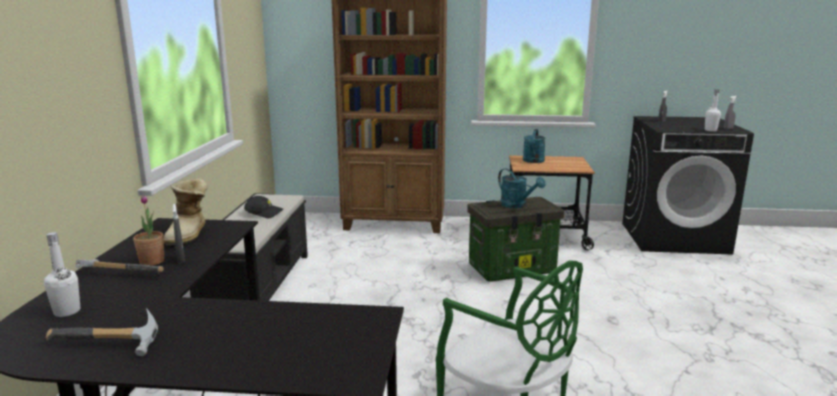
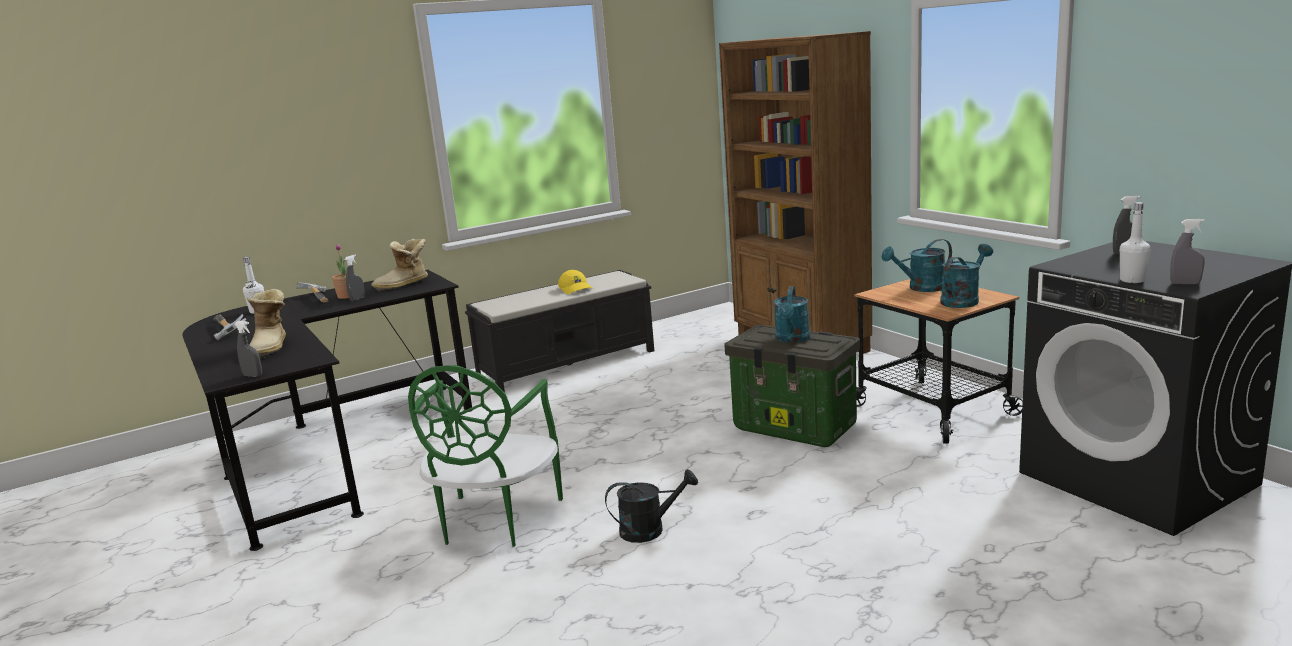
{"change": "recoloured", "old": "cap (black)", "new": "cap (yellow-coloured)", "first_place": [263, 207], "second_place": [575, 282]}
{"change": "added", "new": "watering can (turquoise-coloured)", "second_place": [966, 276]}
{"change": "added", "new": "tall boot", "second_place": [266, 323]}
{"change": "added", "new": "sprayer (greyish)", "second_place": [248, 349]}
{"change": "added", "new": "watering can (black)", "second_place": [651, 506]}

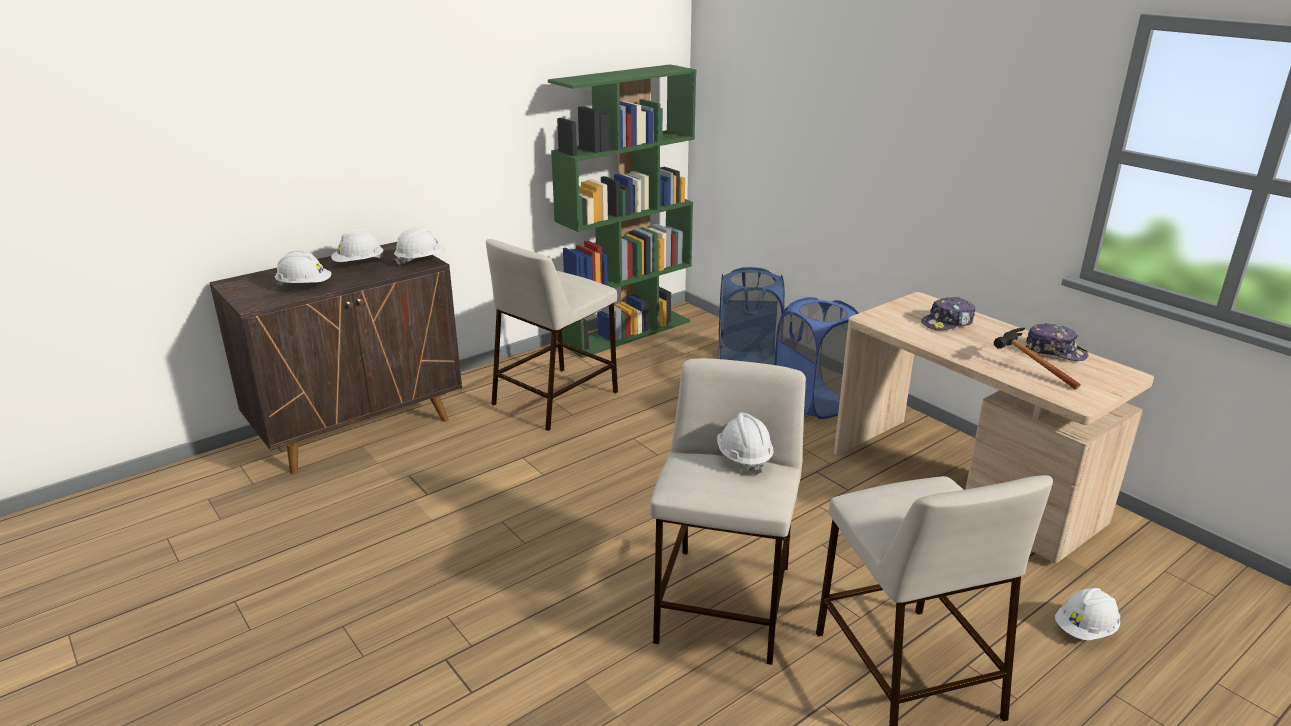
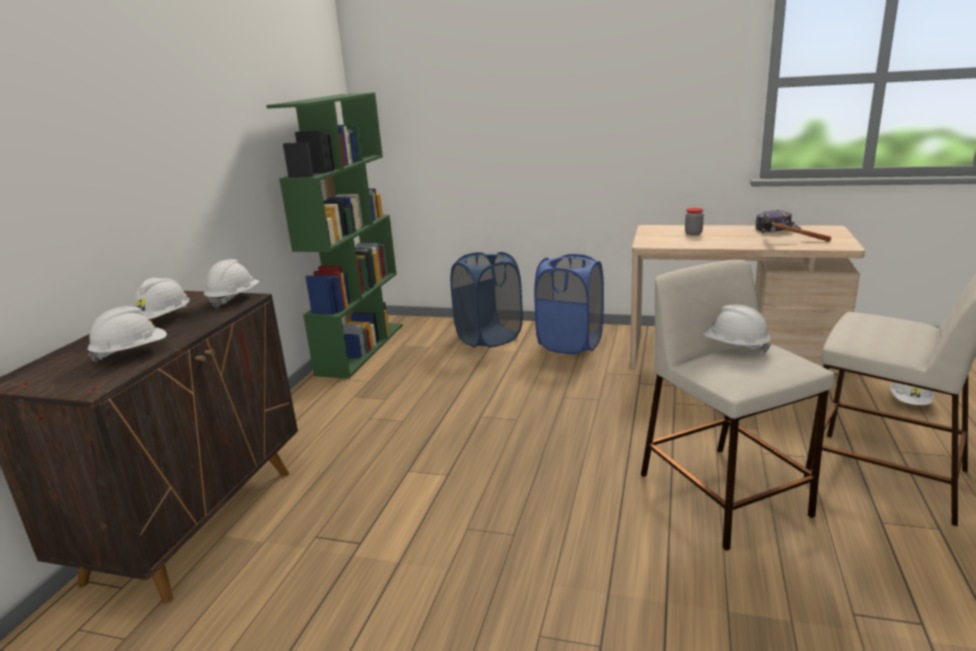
{"change": "removed", "old": "sitting stool (beige-coloured)", "first_place": [552, 335]}
{"change": "replaced", "old": "cap", "new": "preserve jar", "first_place": [948, 313], "second_place": [694, 221]}

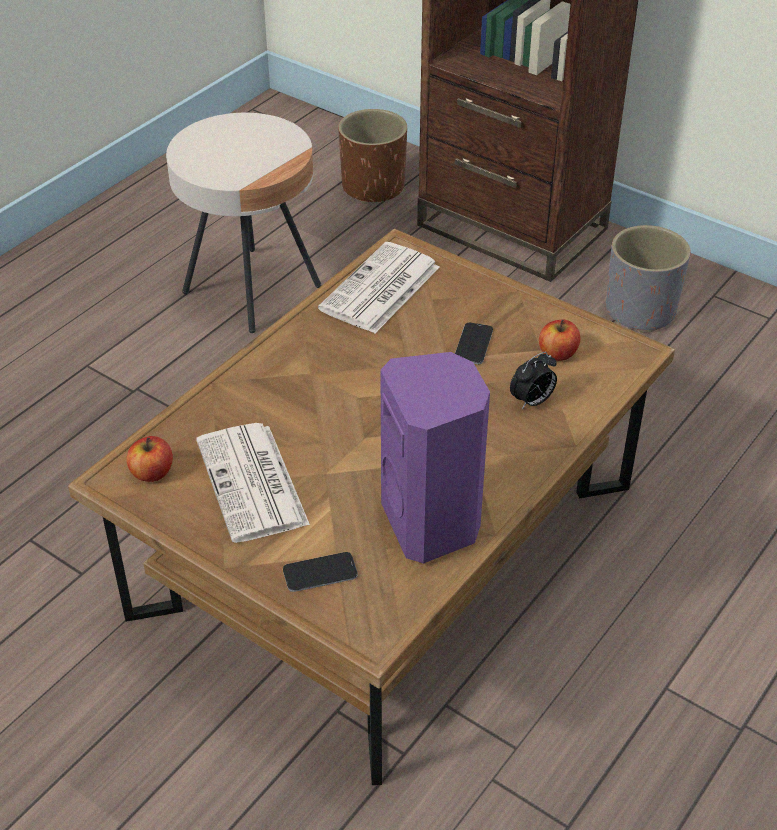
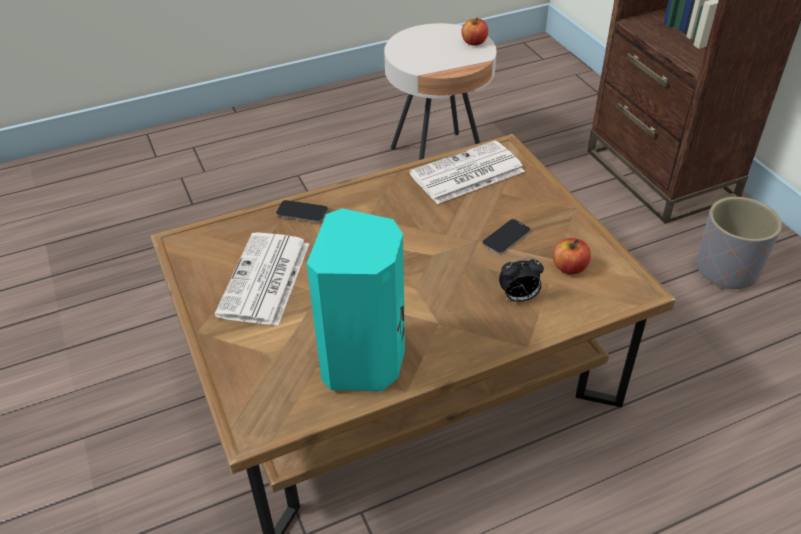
{"change": "removed", "old": "flower pot (brownish)", "first_place": [372, 156]}
{"change": "recoloured", "old": "speaker (purplish)", "new": "speaker (turquoise-coloured)", "first_place": [435, 458], "second_place": [356, 299]}
{"change": "moved", "old": "whole apple", "first_place": [149, 459], "second_place": [475, 31]}
{"change": "moved", "old": "telephone", "first_place": [320, 572], "second_place": [302, 211]}

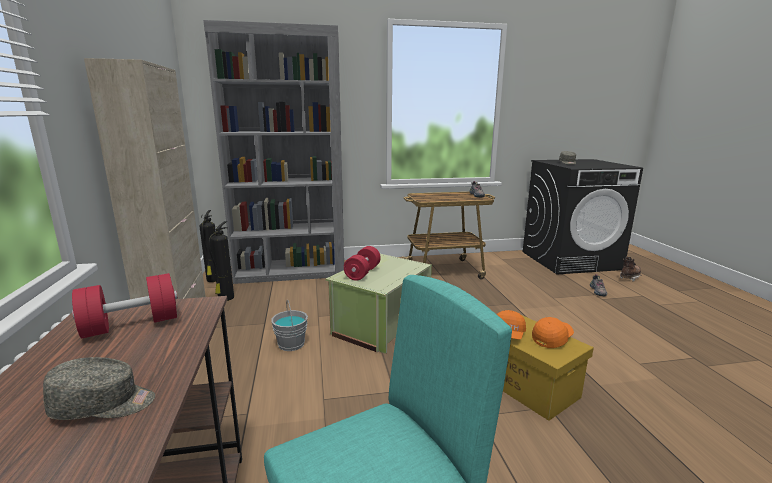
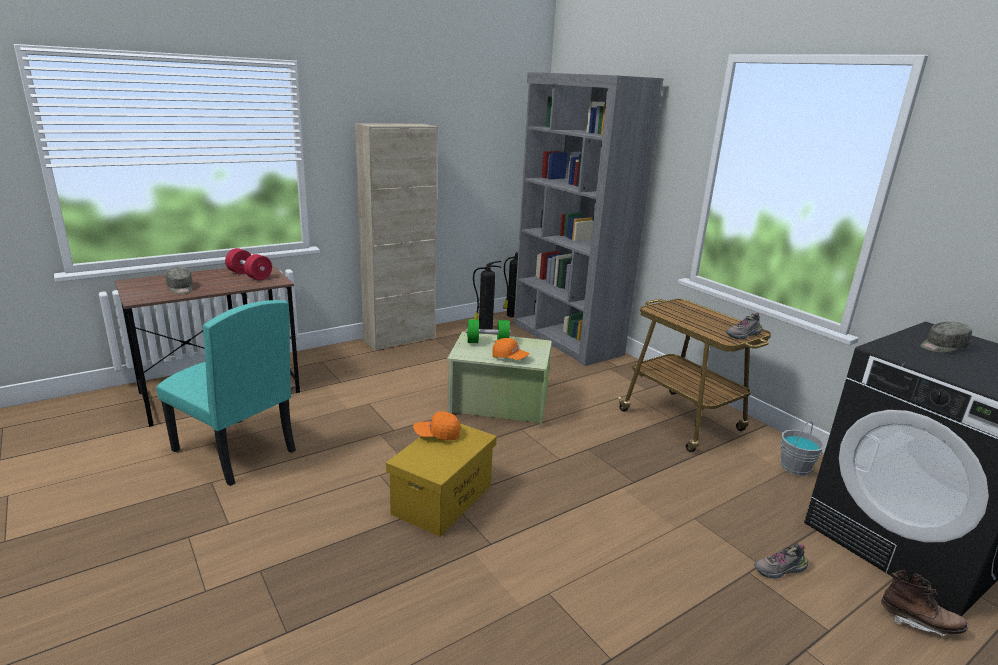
{"change": "recoloured", "old": "dumbbell (reddish)", "new": "dumbbell (greenish)", "first_place": [362, 263], "second_place": [488, 331]}
{"change": "moved", "old": "water bucket (greyish)", "first_place": [289, 325], "second_place": [802, 448]}
{"change": "moved", "old": "cap (orange)", "first_place": [553, 332], "second_place": [511, 349]}

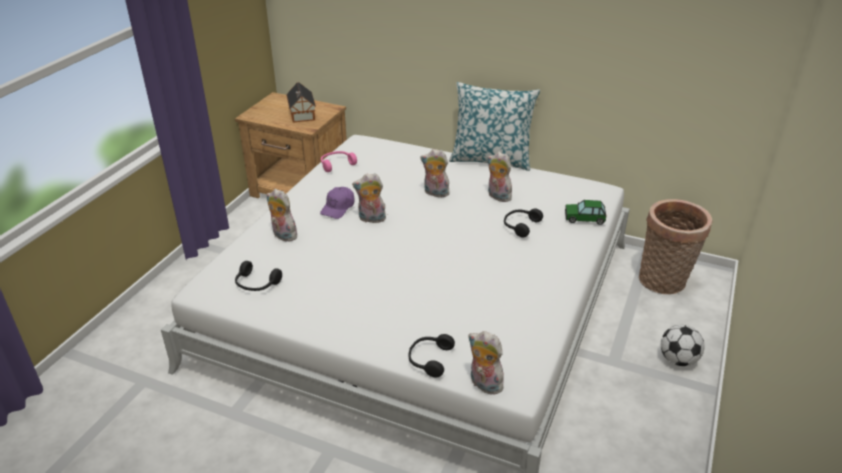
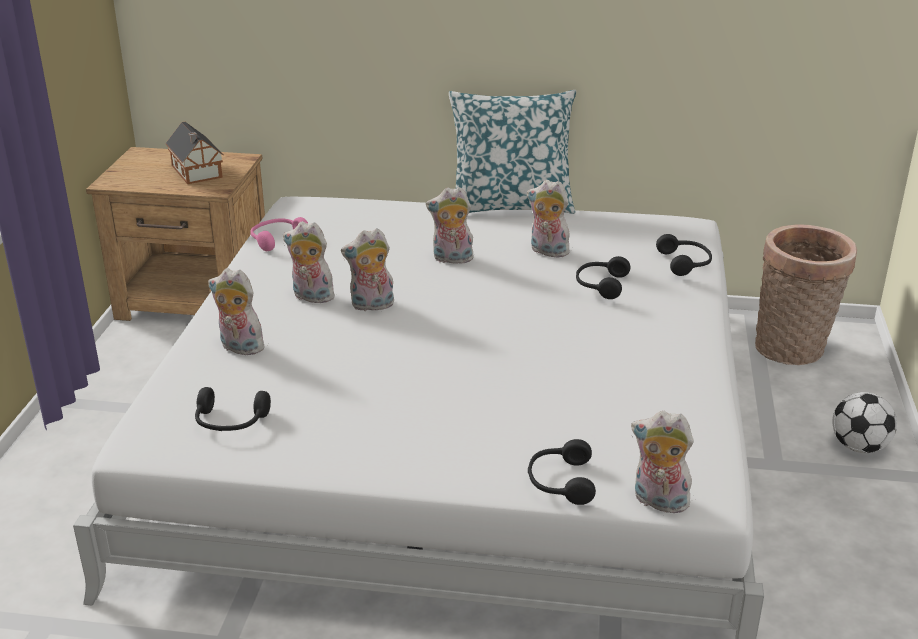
{"change": "replaced", "old": "cap (purplish)", "new": "plush toy", "first_place": [337, 203], "second_place": [310, 262]}
{"change": "replaced", "old": "model car", "new": "pair of headphones (black)", "first_place": [585, 212], "second_place": [684, 255]}

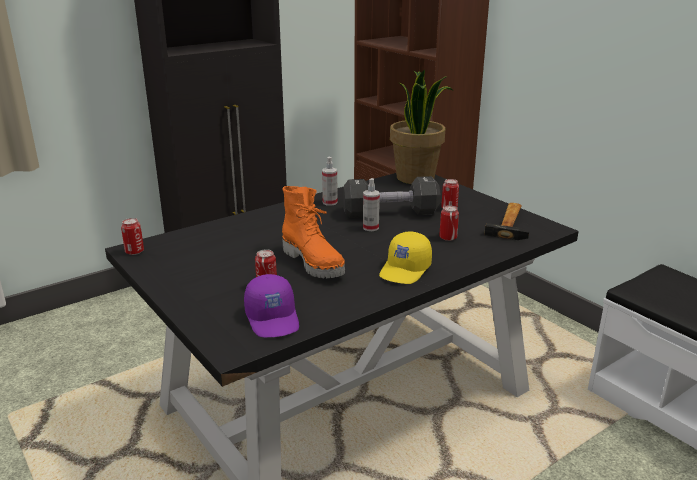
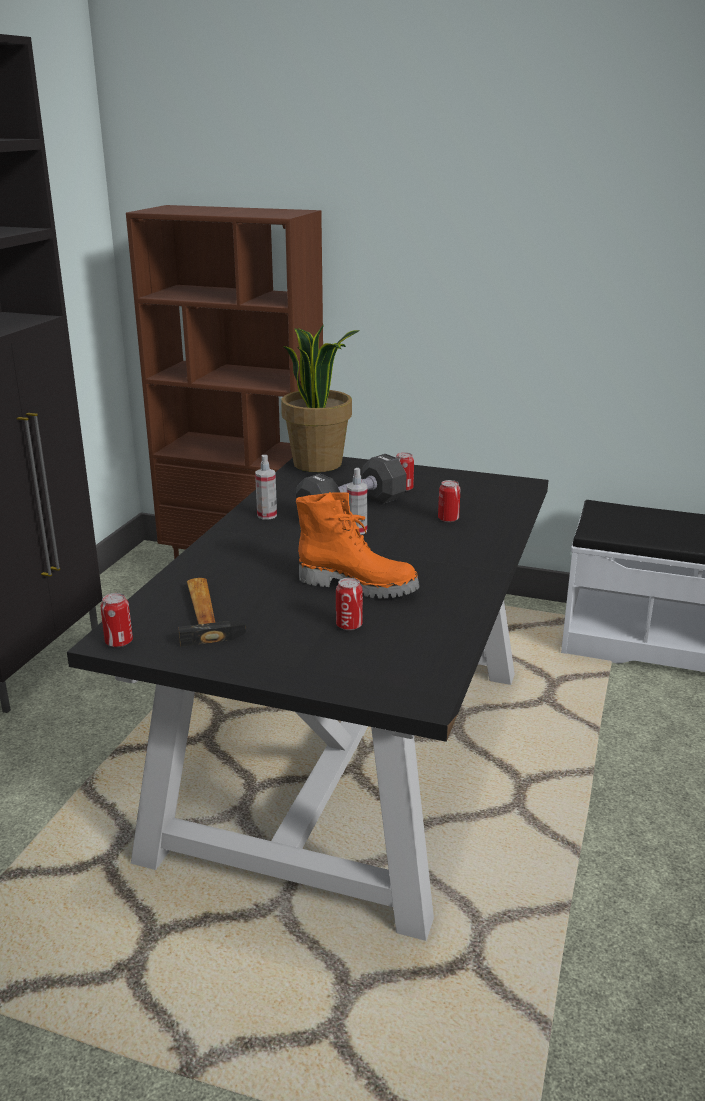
{"change": "moved", "old": "hand hammer", "first_place": [506, 221], "second_place": [212, 612]}
{"change": "removed", "old": "cap (yellow-coloured)", "first_place": [405, 257]}
{"change": "removed", "old": "cap (purplish)", "first_place": [271, 305]}

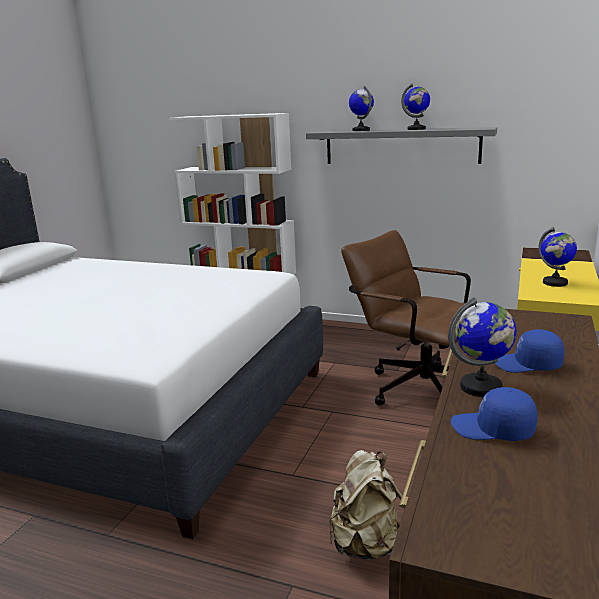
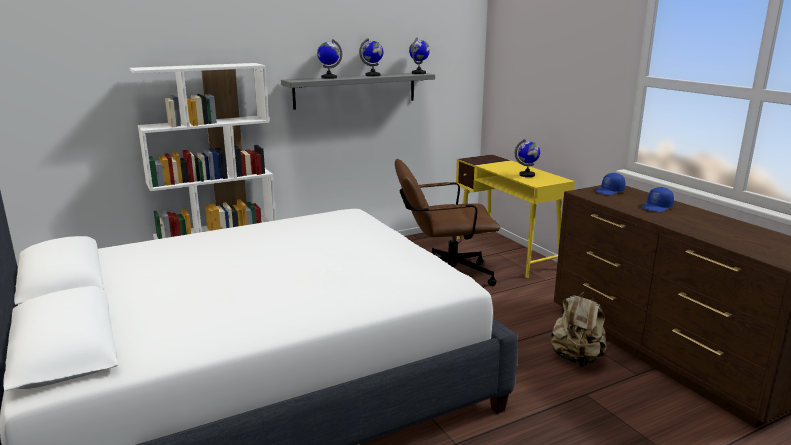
{"change": "moved", "old": "world globe", "first_place": [482, 347], "second_place": [419, 55]}
{"change": "moved", "old": "cap (blue)", "first_place": [494, 414], "second_place": [610, 184]}

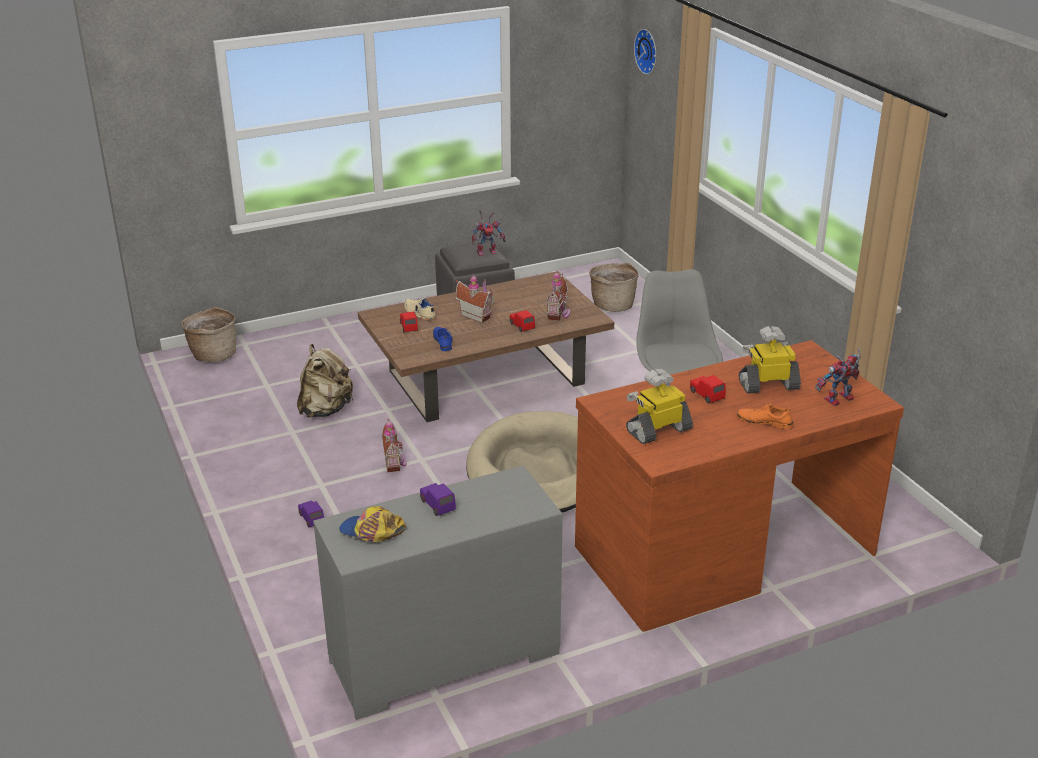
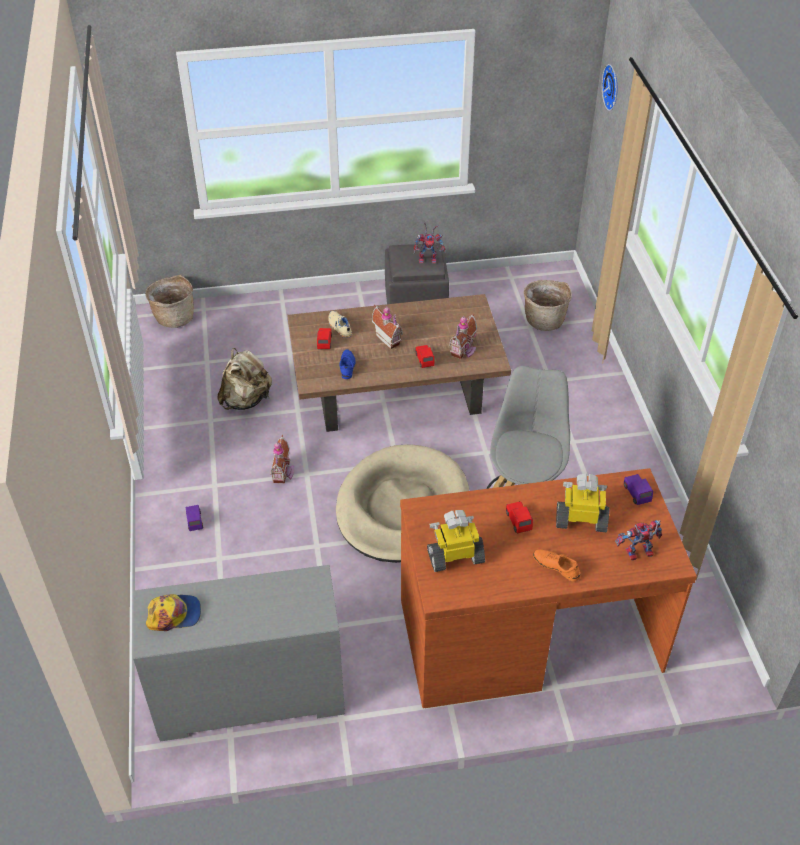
{"change": "moved", "old": "model car (purplish)", "first_place": [438, 499], "second_place": [638, 489]}
{"change": "turned", "old": "cap", "first_place": [372, 524], "second_place": [173, 612], "degrees": 135}

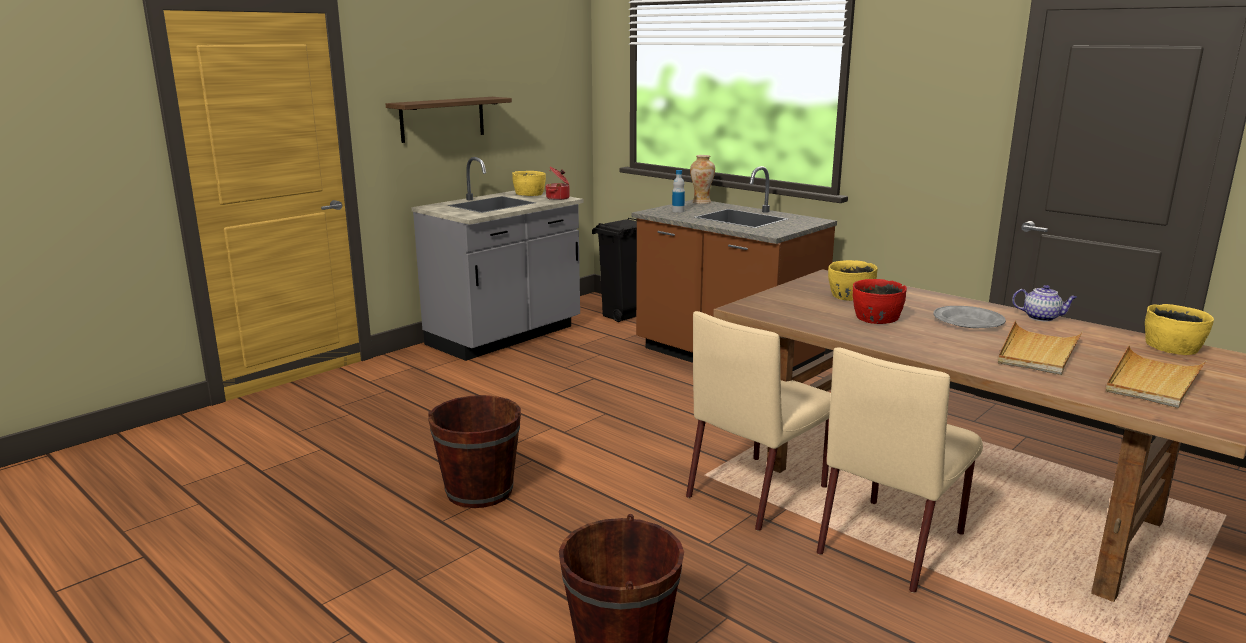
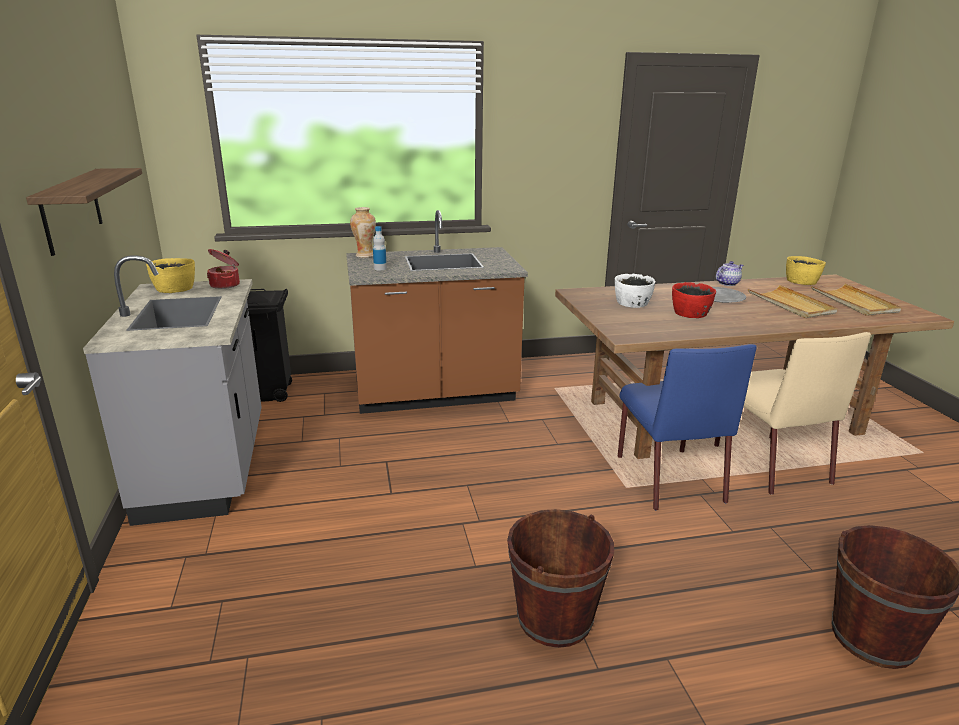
{"change": "recoloured", "old": "deep dish (yellow-coloured)", "new": "deep dish (white)", "first_place": [853, 280], "second_place": [635, 291]}
{"change": "recoloured", "old": "chair (beige-coloured)", "new": "chair (blue)", "first_place": [758, 421], "second_place": [687, 427]}

